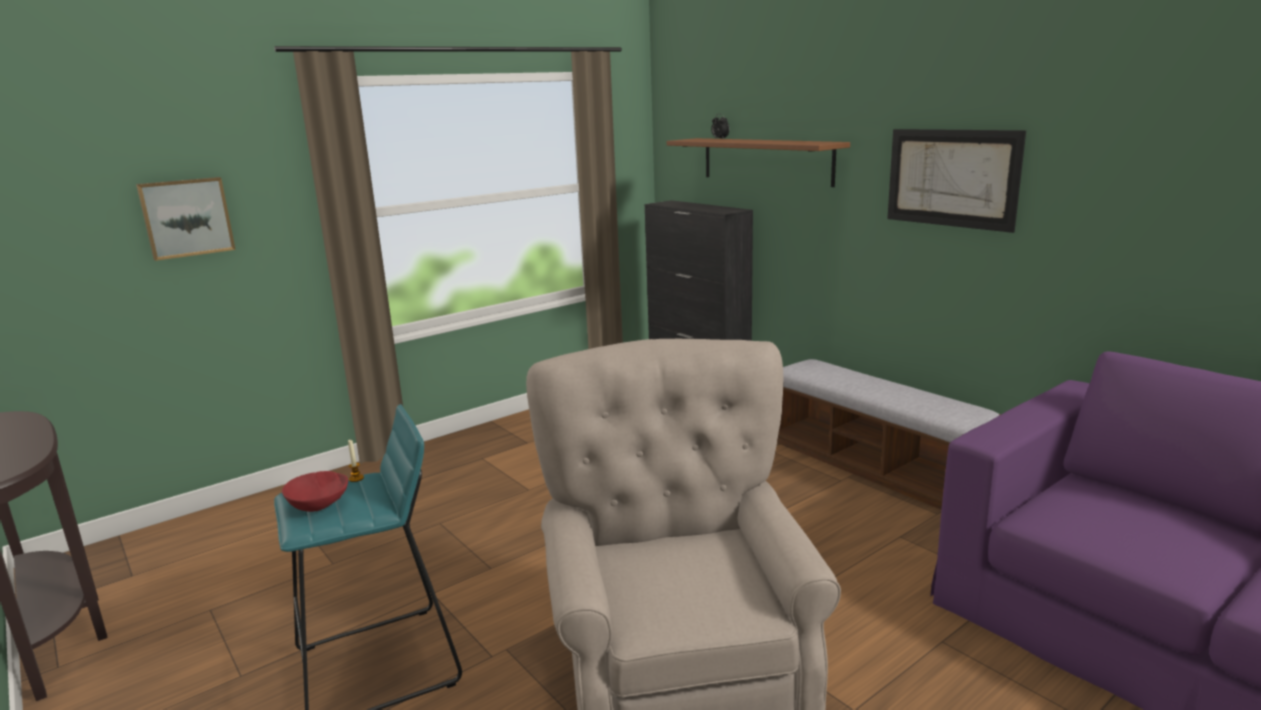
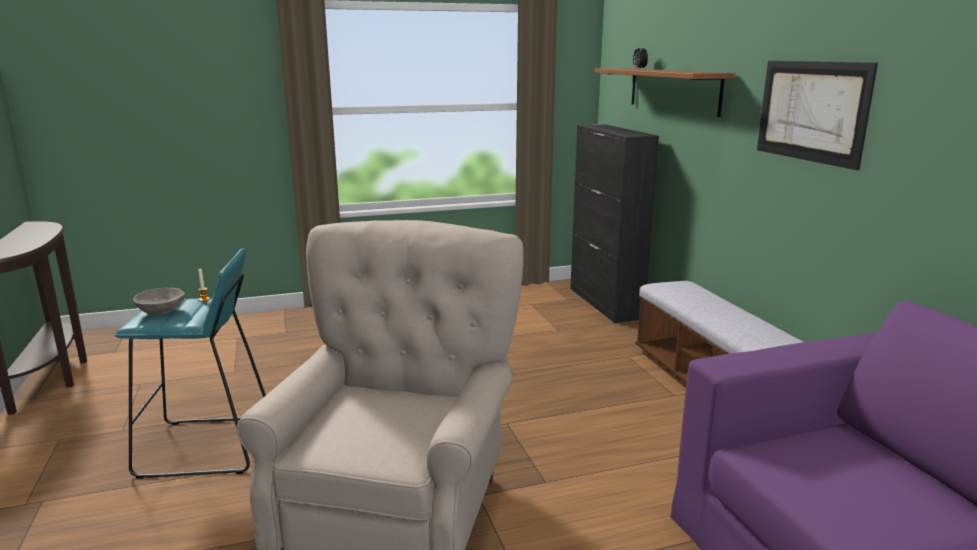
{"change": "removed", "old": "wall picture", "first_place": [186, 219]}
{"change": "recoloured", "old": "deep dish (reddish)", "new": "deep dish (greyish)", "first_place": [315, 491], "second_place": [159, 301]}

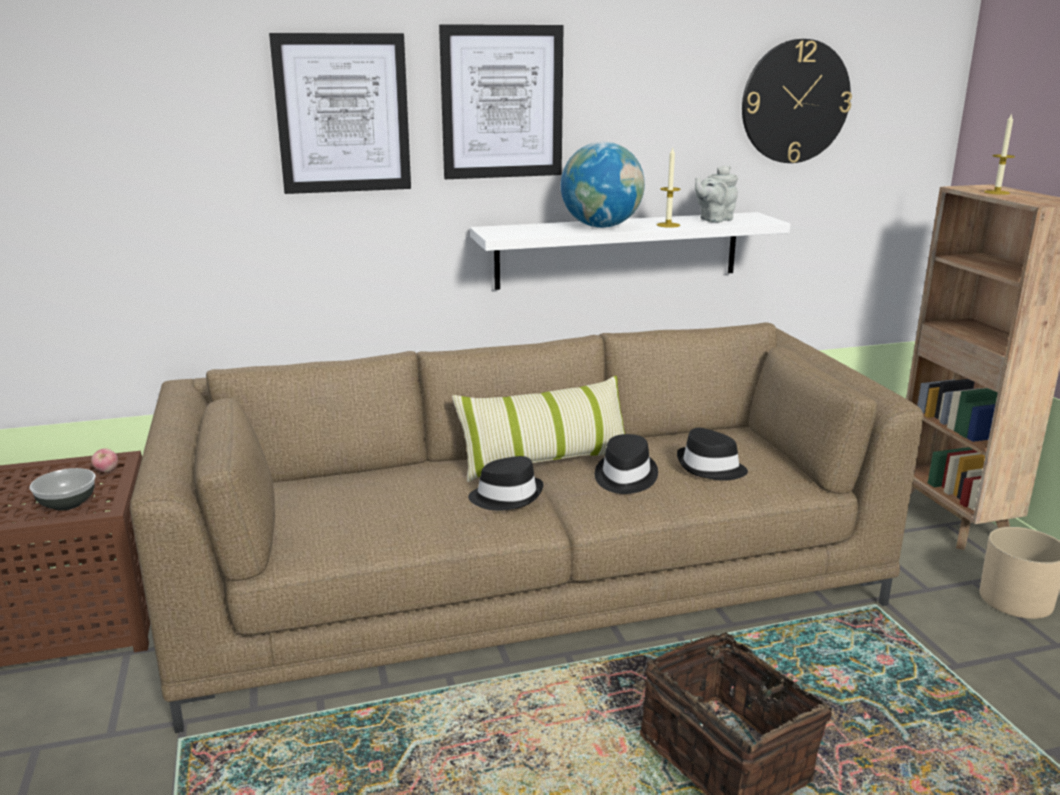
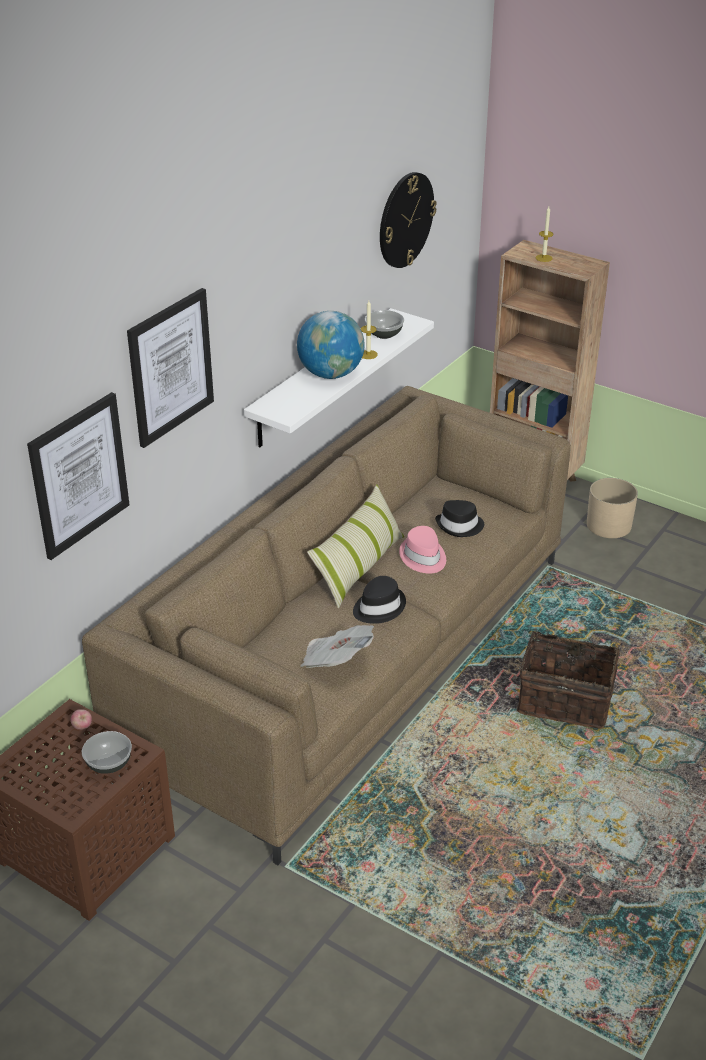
{"change": "moved", "old": "wall picture", "first_place": [501, 101], "second_place": [78, 476]}
{"change": "replaced", "old": "teapot (greyish)", "new": "deep dish", "first_place": [716, 194], "second_place": [384, 324]}
{"change": "recoloured", "old": "hat (black)", "new": "hat (pinkish)", "first_place": [626, 464], "second_place": [422, 550]}
{"change": "added", "new": "newspaper", "second_place": [337, 646]}

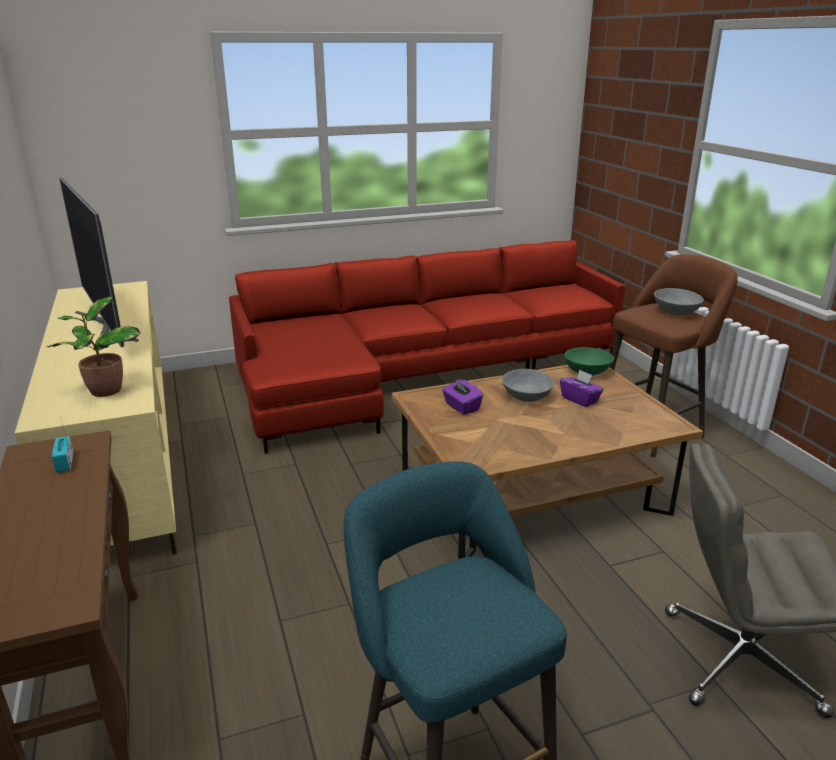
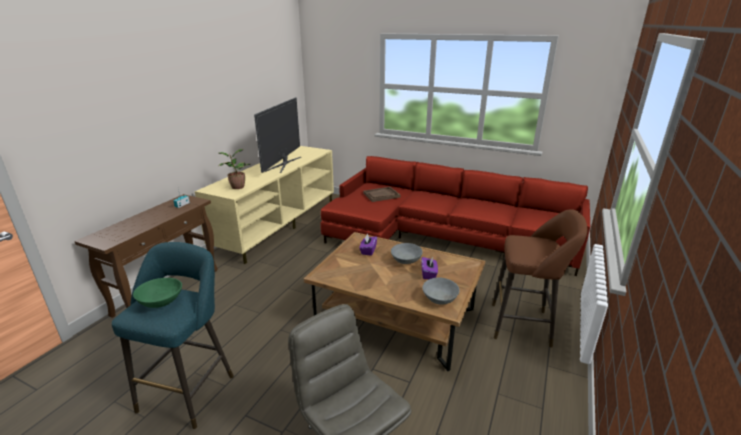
{"change": "moved", "old": "deep dish (greyish)", "first_place": [679, 301], "second_place": [441, 291]}
{"change": "moved", "old": "deep dish (greenish)", "first_place": [589, 361], "second_place": [157, 293]}
{"change": "added", "new": "serving tray (brownish)", "second_place": [381, 194]}

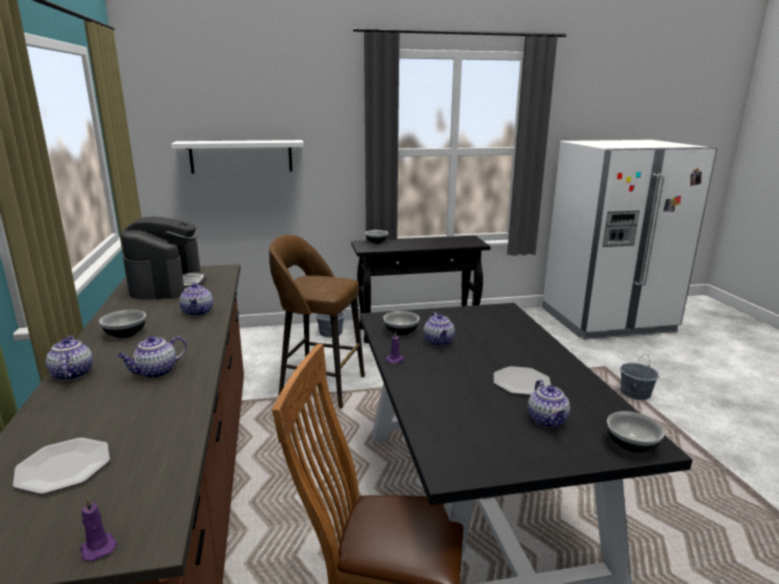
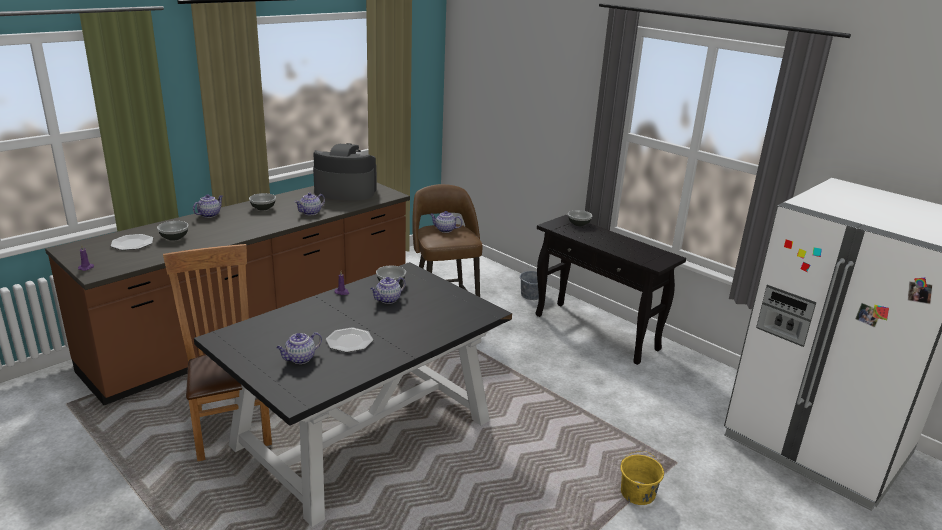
{"change": "removed", "old": "bracket shelf (white)", "first_place": [237, 157]}
{"change": "turned", "old": "coffee brewer", "first_place": [163, 257], "second_place": [345, 171], "degrees": -135}
{"change": "moved", "old": "teapot", "first_place": [152, 357], "second_place": [446, 222]}
{"change": "recoloured", "old": "water bucket (greyish)", "new": "water bucket (yellow-coloured)", "first_place": [639, 377], "second_place": [642, 478]}
{"change": "moved", "old": "deep dish", "first_place": [636, 432], "second_place": [173, 231]}

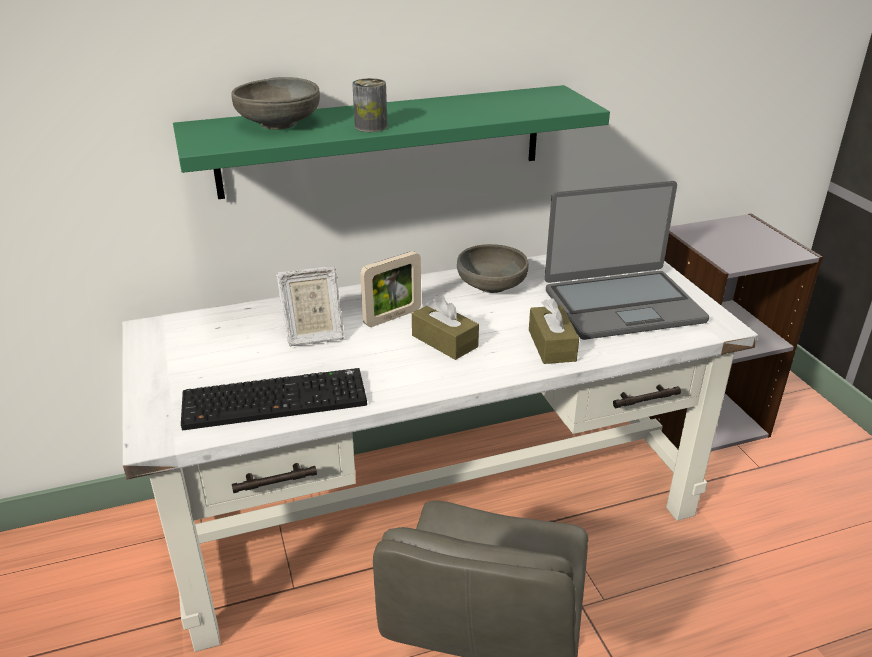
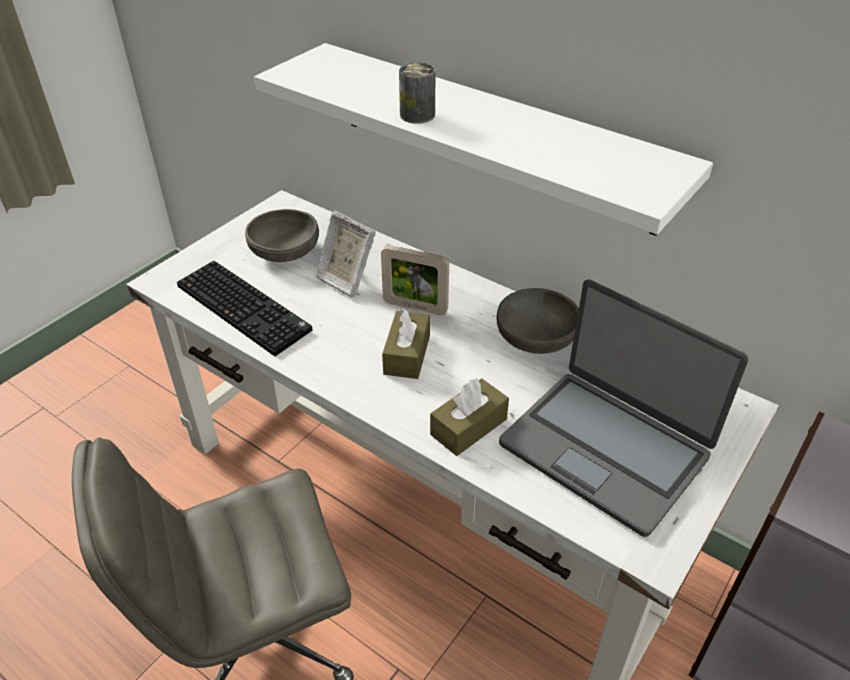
{"change": "moved", "old": "deep dish (greyish)", "first_place": [275, 103], "second_place": [282, 235]}
{"change": "recoloured", "old": "bracket shelf (greenish)", "new": "bracket shelf (white)", "first_place": [391, 142], "second_place": [483, 139]}

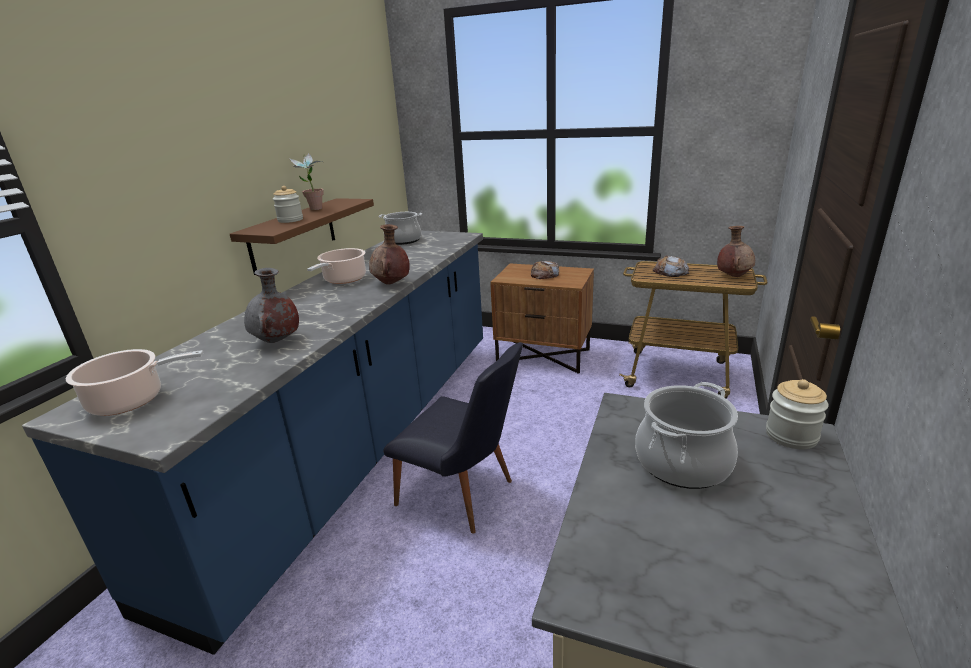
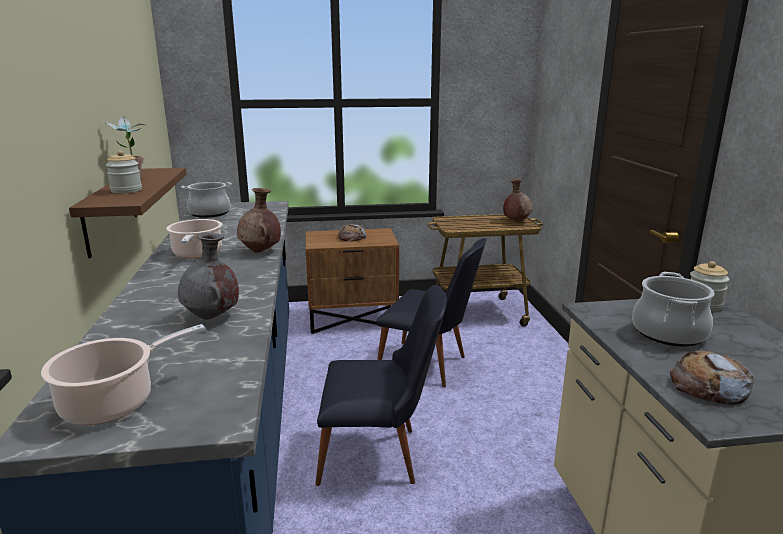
{"change": "moved", "old": "baked bread", "first_place": [671, 266], "second_place": [712, 377]}
{"change": "added", "new": "chair (black)", "second_place": [431, 312]}

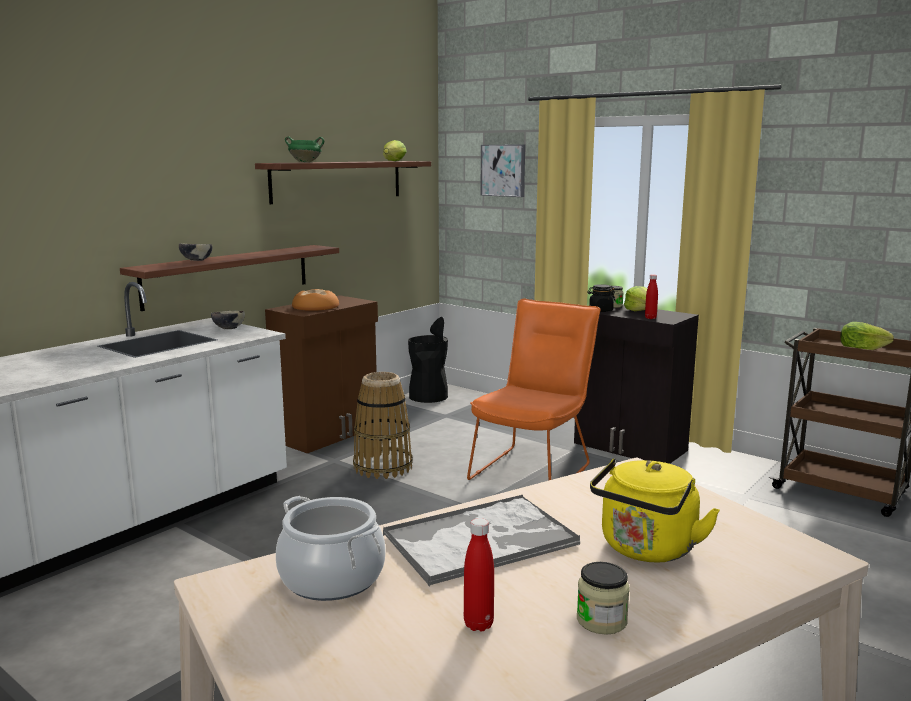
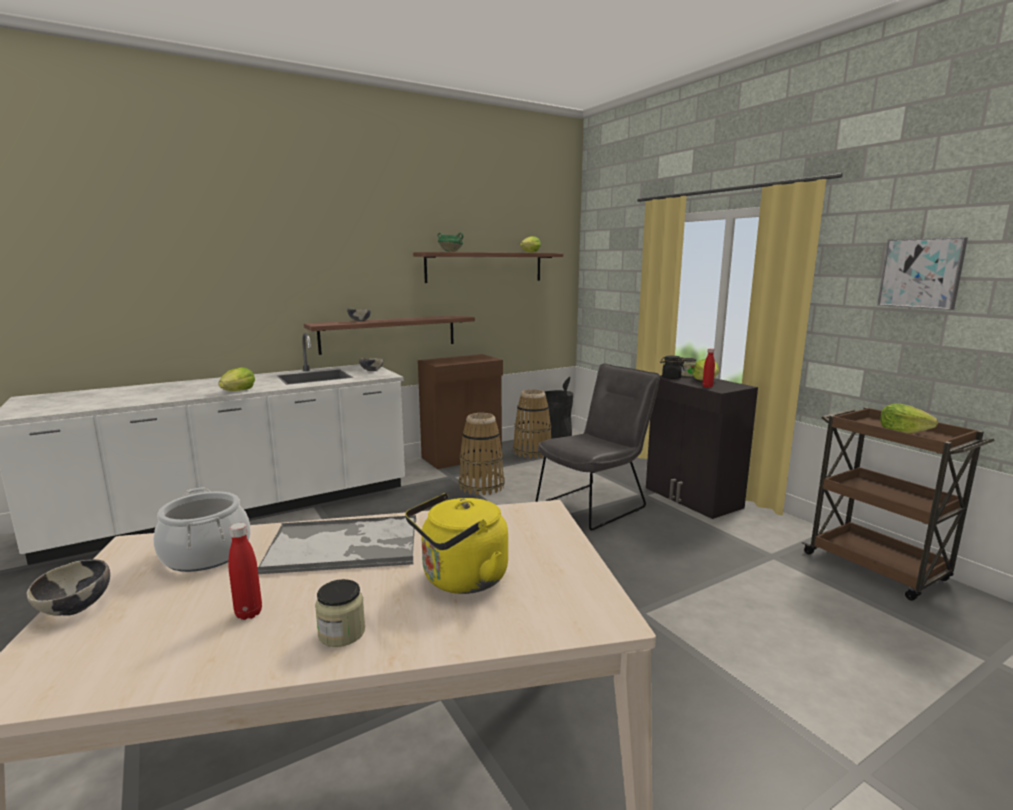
{"change": "moved", "old": "wall picture", "first_place": [502, 171], "second_place": [922, 273]}
{"change": "removed", "old": "baked bread", "first_place": [315, 300]}
{"change": "recoloured", "old": "chair (orange)", "new": "chair (greyish)", "first_place": [533, 389], "second_place": [597, 447]}
{"change": "added", "new": "head of lettuce", "second_place": [236, 379]}
{"change": "added", "new": "storage basket", "second_place": [532, 424]}
{"change": "added", "new": "deep dish", "second_place": [68, 587]}

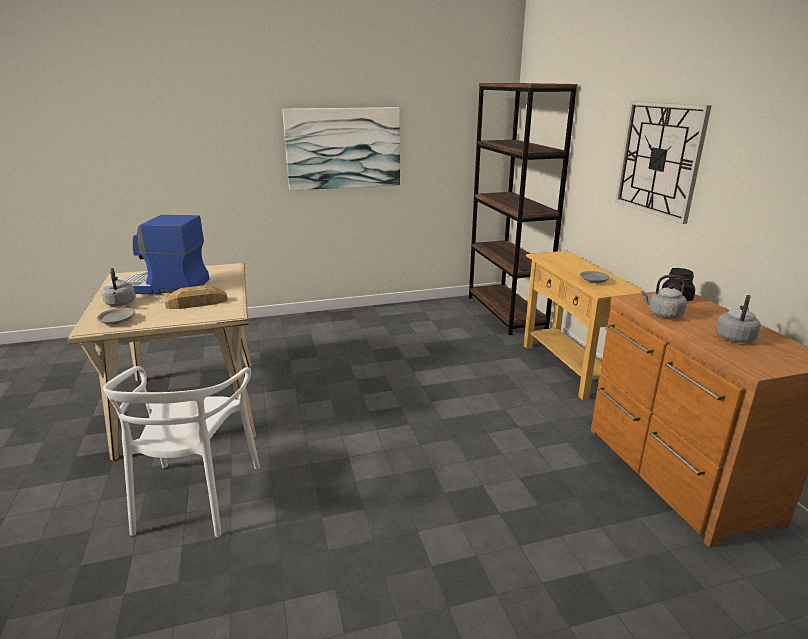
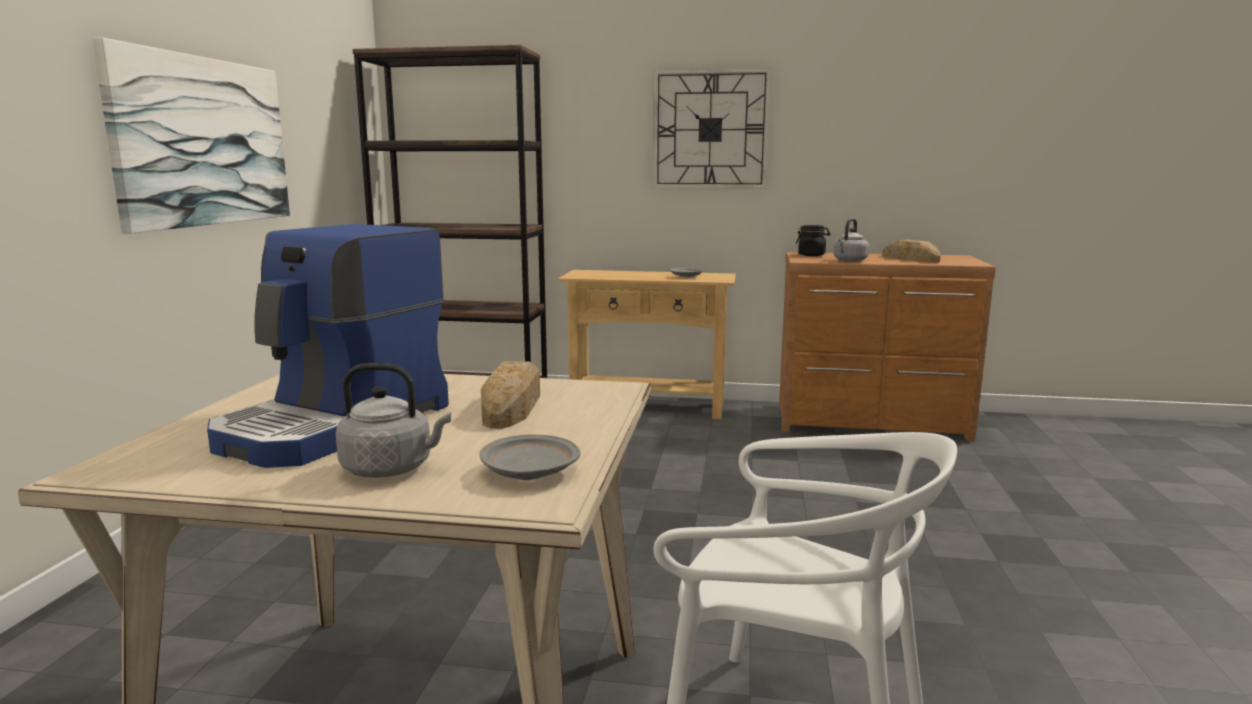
{"change": "replaced", "old": "tea kettle (greyish)", "new": "baked bread", "first_place": [738, 319], "second_place": [911, 251]}

